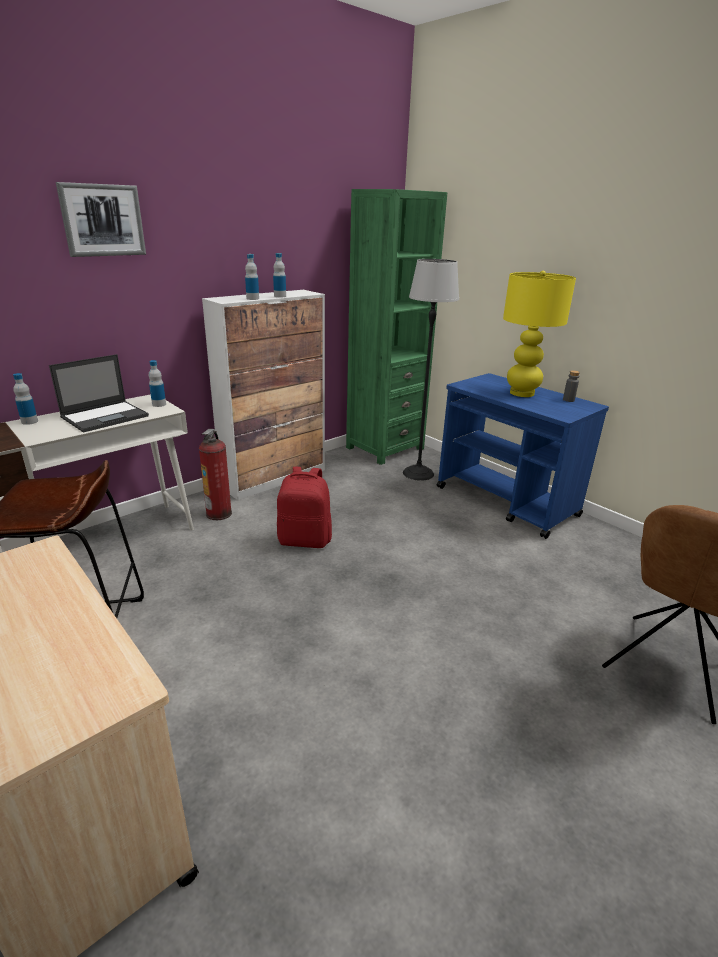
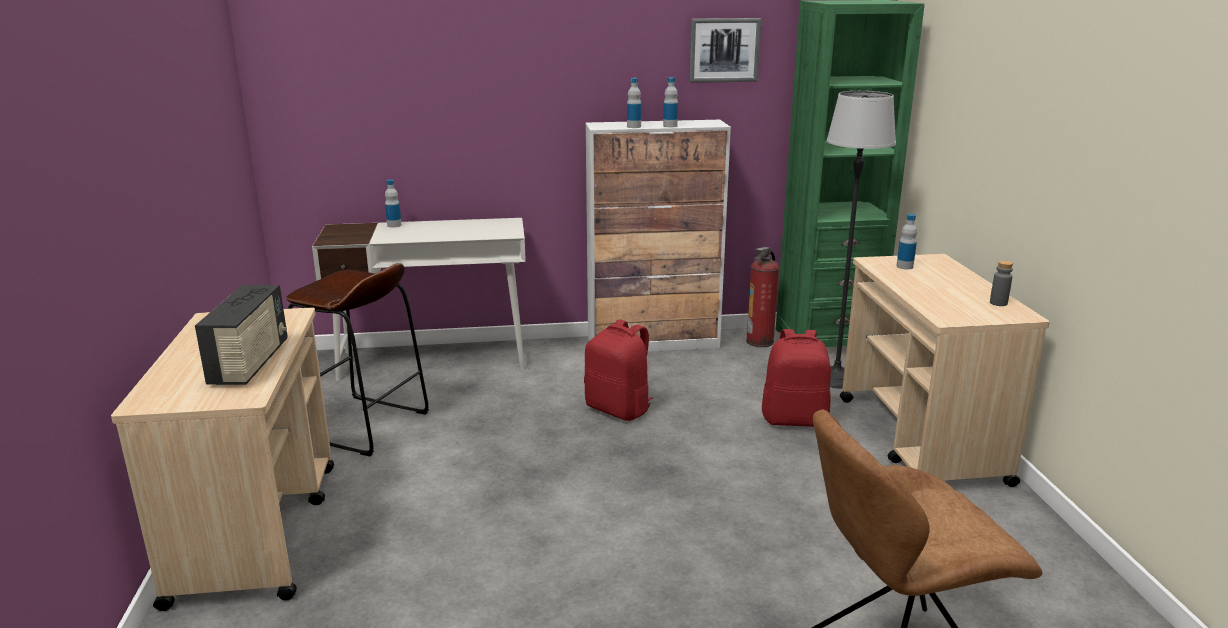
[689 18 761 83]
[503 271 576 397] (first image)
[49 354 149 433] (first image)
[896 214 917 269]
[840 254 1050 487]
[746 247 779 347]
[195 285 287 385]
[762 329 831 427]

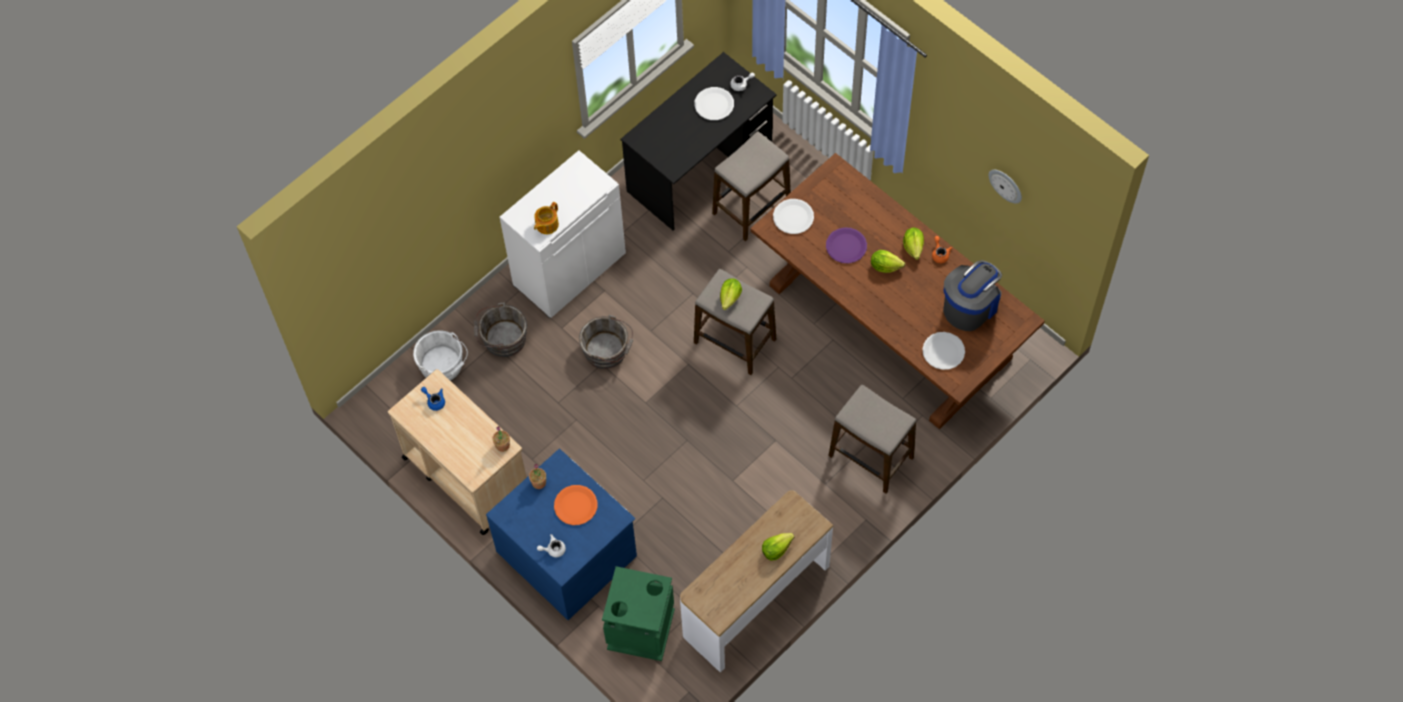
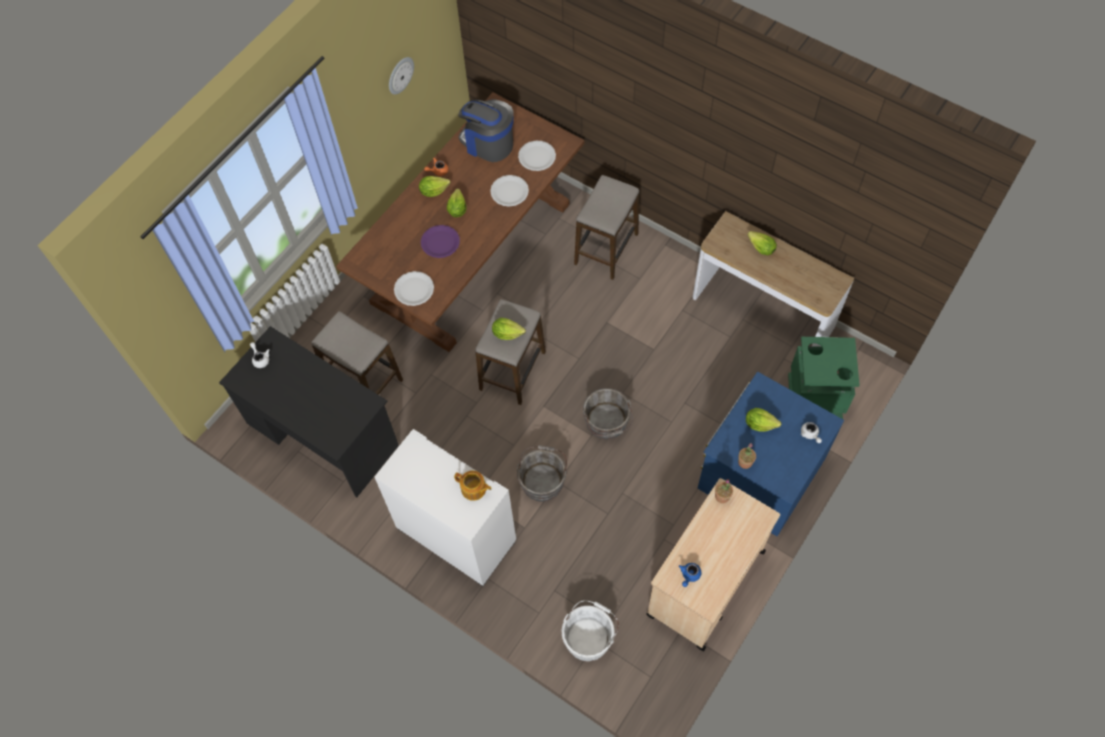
[490 175 529 207]
[583 388 633 439]
[746 408 782 432]

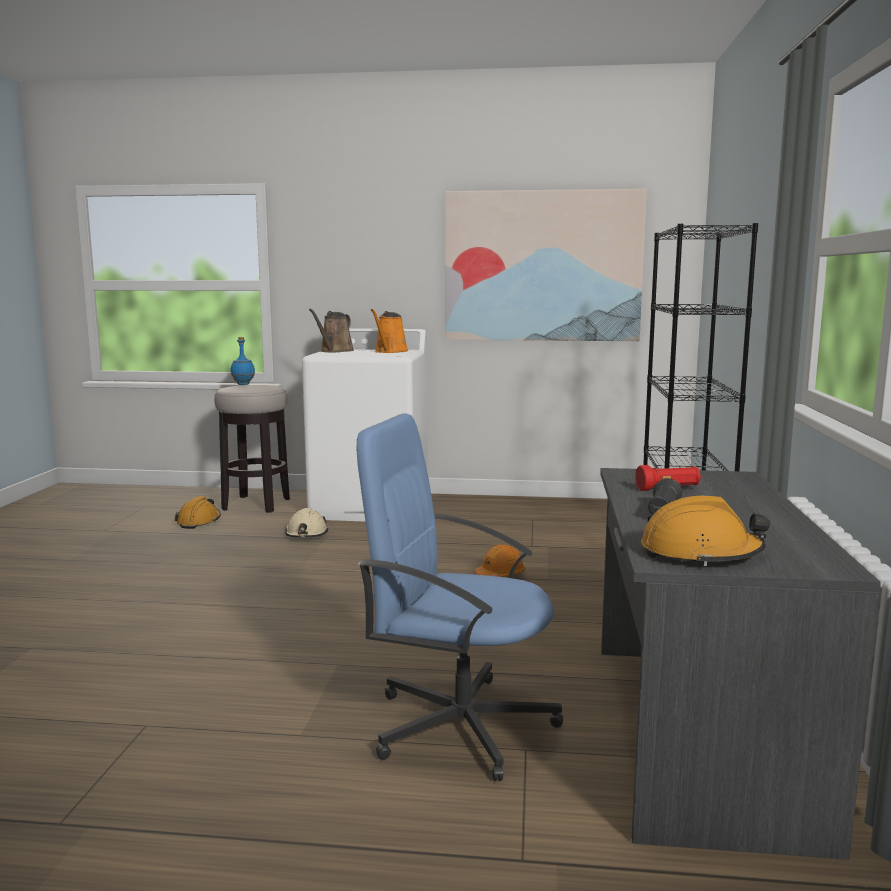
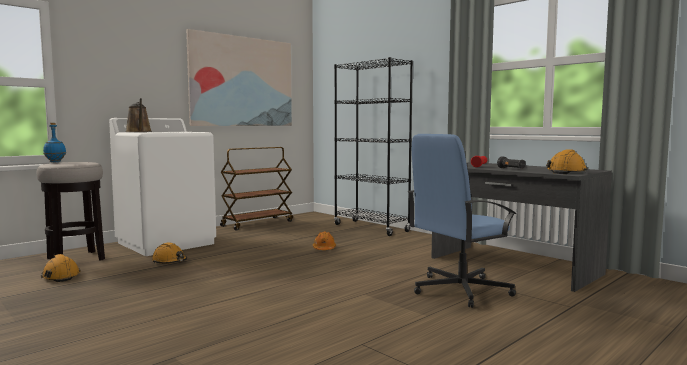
[371 309 408 353] (first image)
[152 242 187 264]
[220 147 293 231]

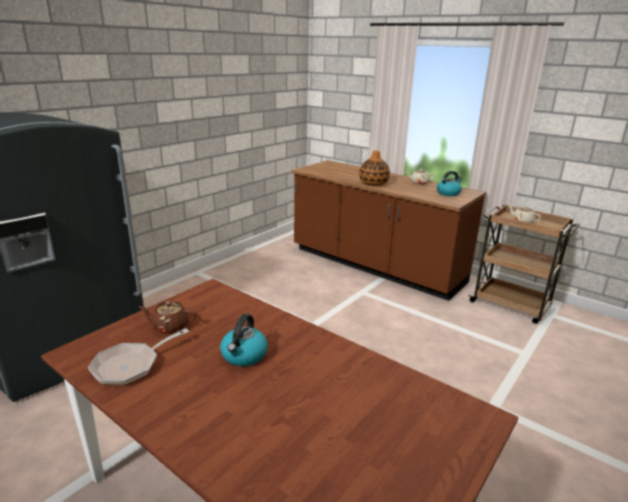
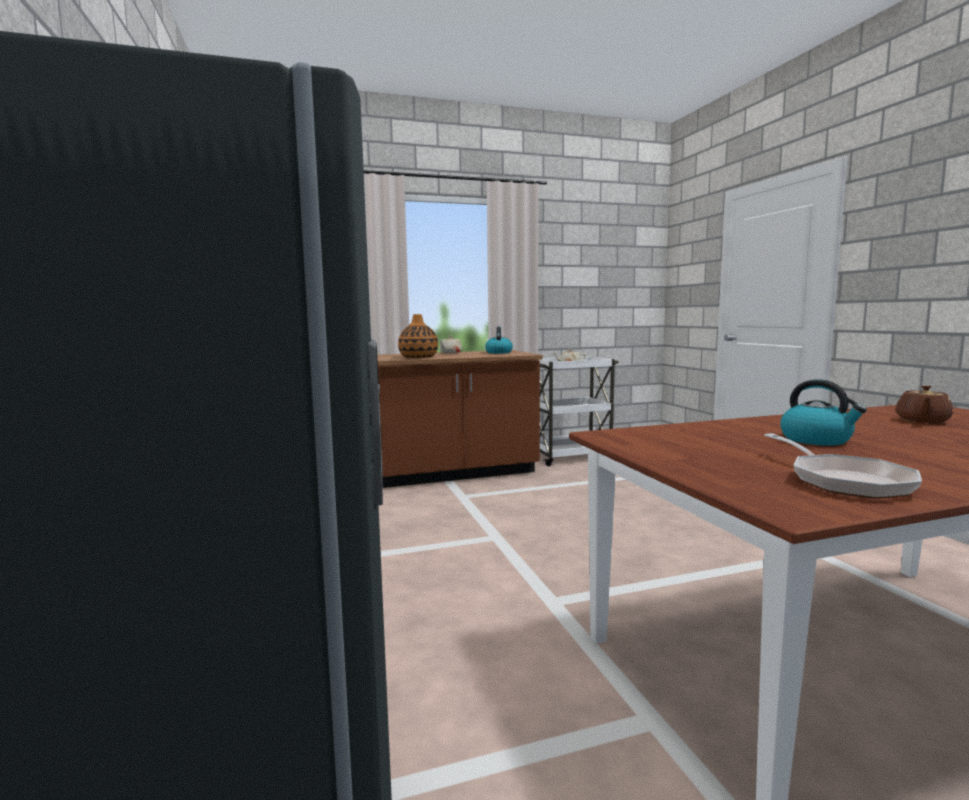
[539 356 619 466]
[895 385 954 423]

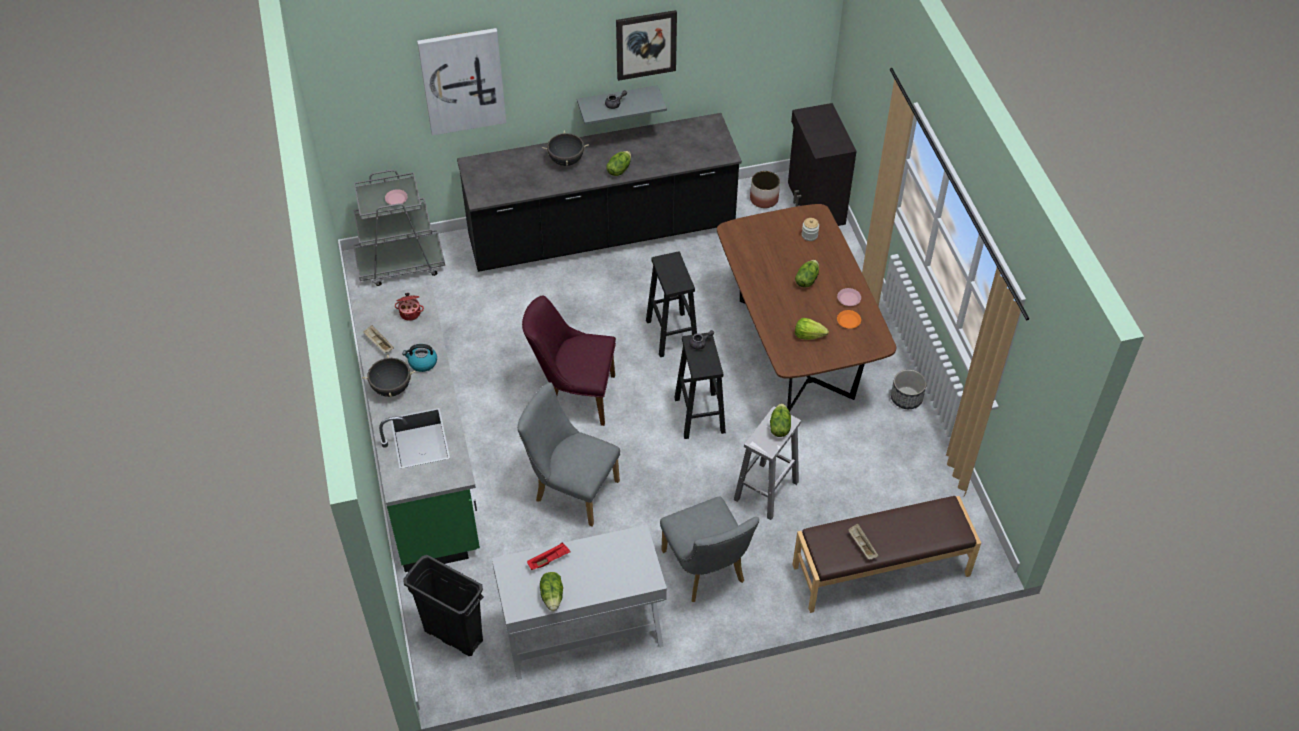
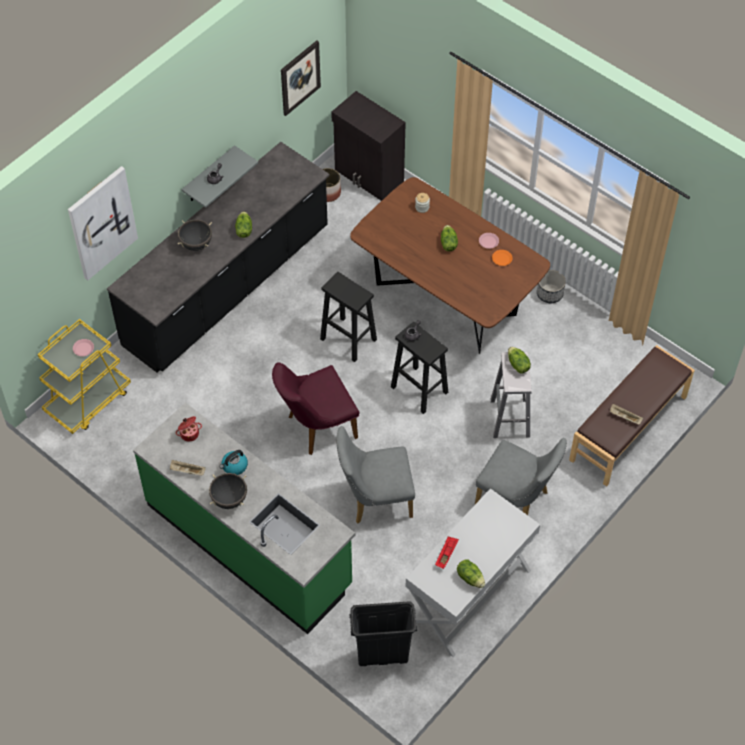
[281 40 321 116]
[38 319 131 434]
[795 318 829 340] (first image)

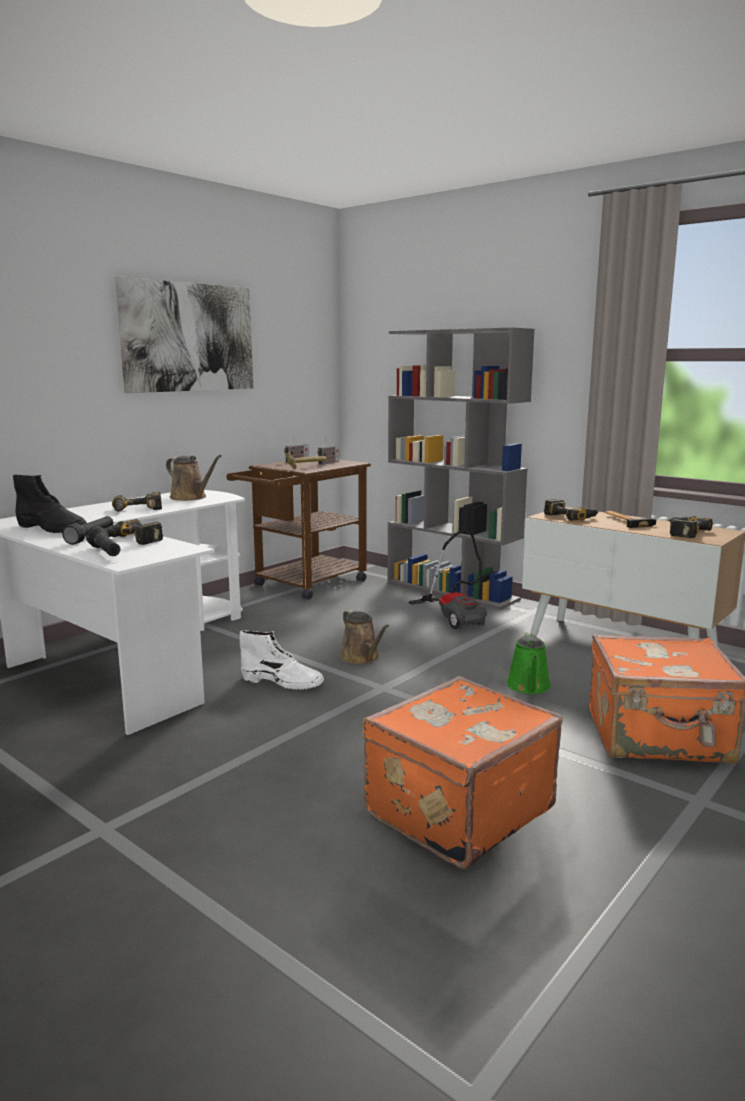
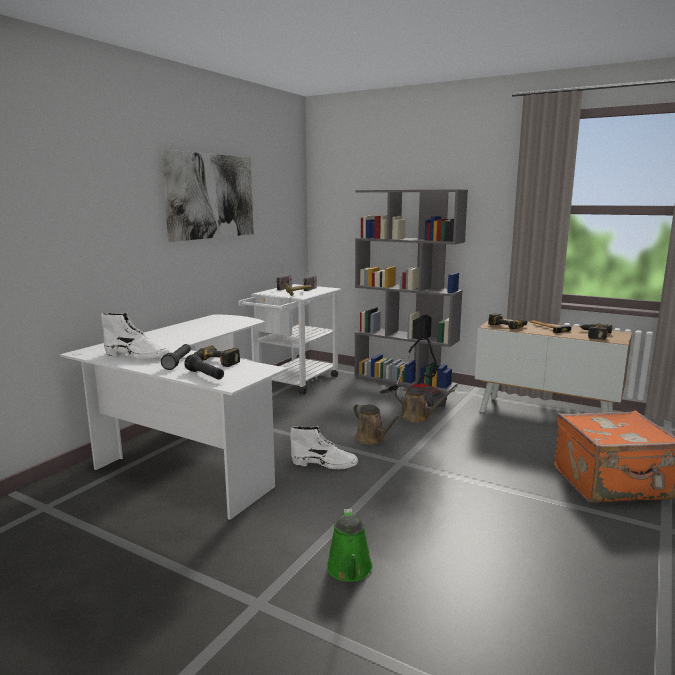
[394 387 455 423]
[238 284 341 394]
[101 313 170 360]
[112 492 162 512] (first image)
[327 509 373 582]
[362 676 563 869] (first image)

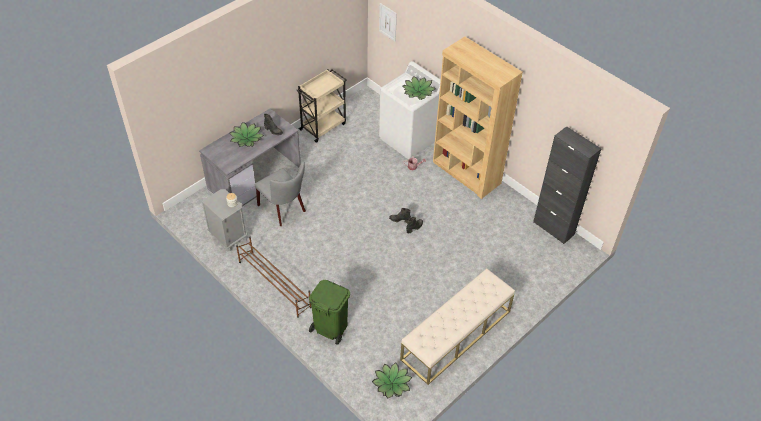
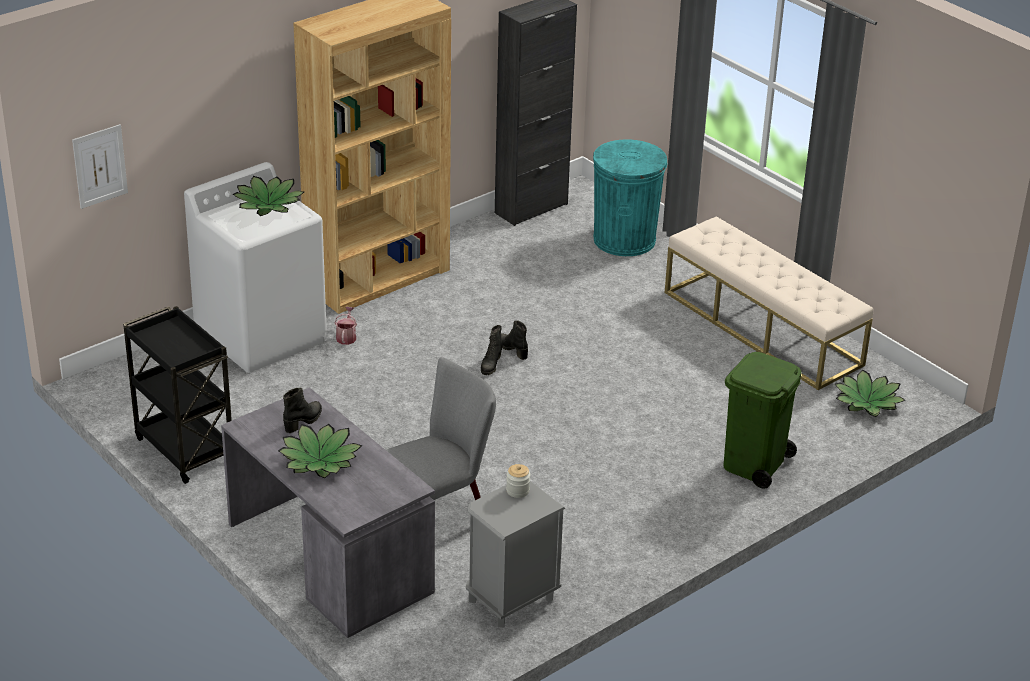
[123 306 232 484]
[236 237 312 318] (first image)
[593 139 667 256]

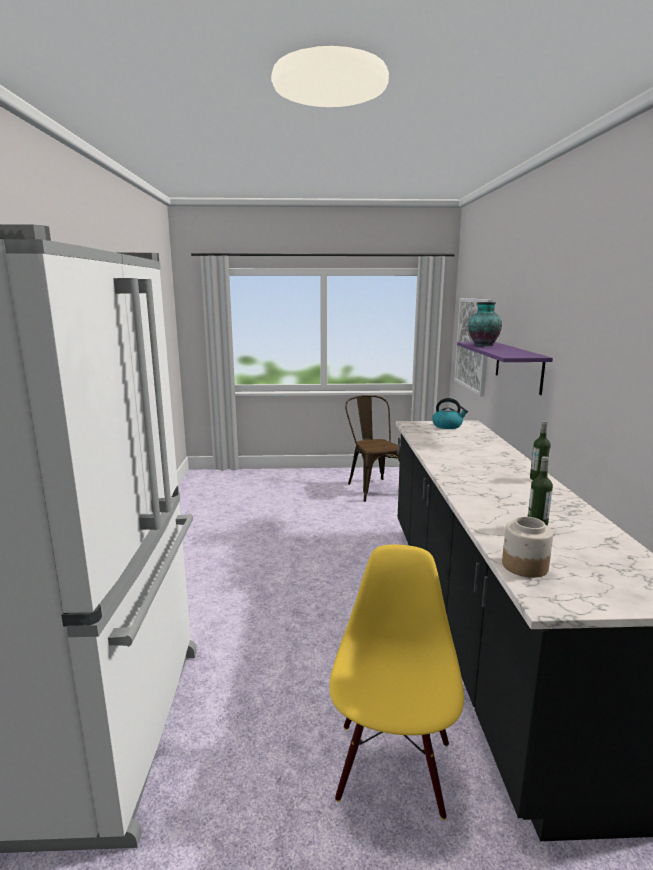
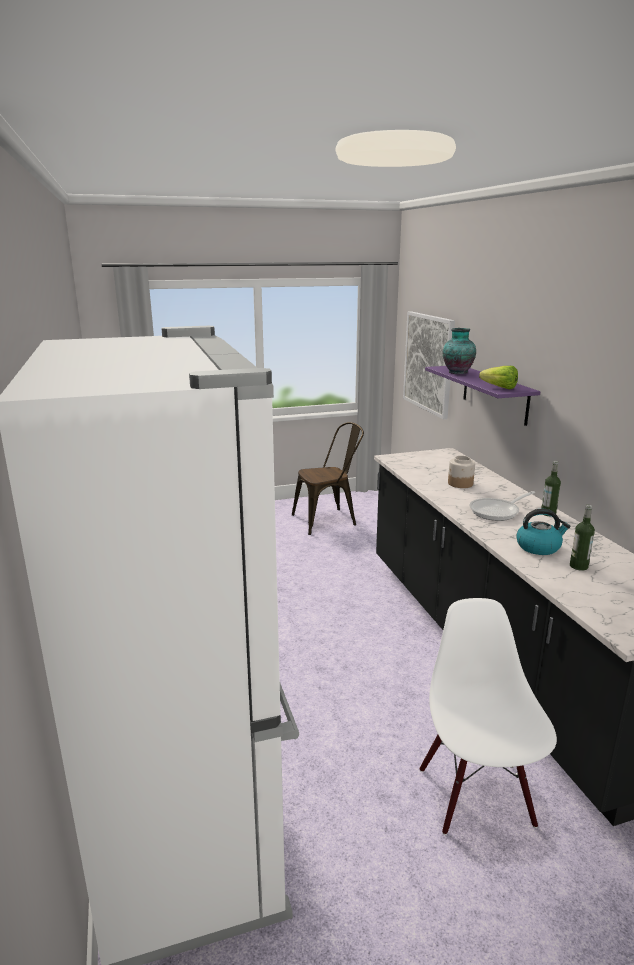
[292 422 364 535]
[516 509 570 555]
[448 456 475 488]
[419 598 557 835]
[479 366 518 389]
[469 491 535 521]

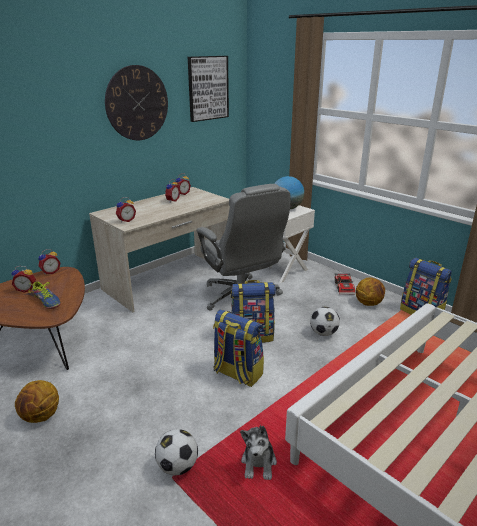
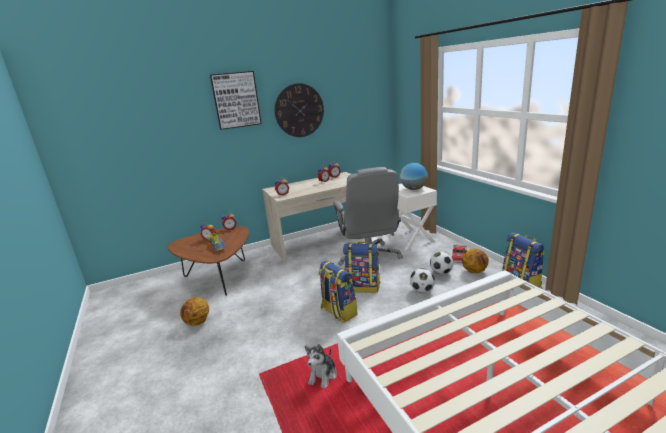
[210 71 262 130]
[430 251 453 274]

